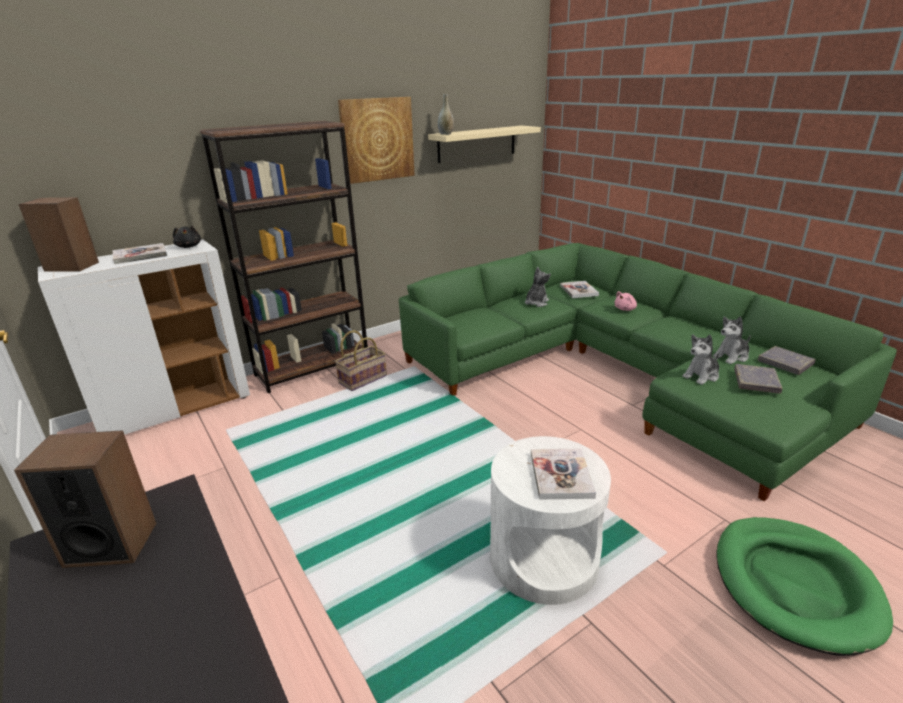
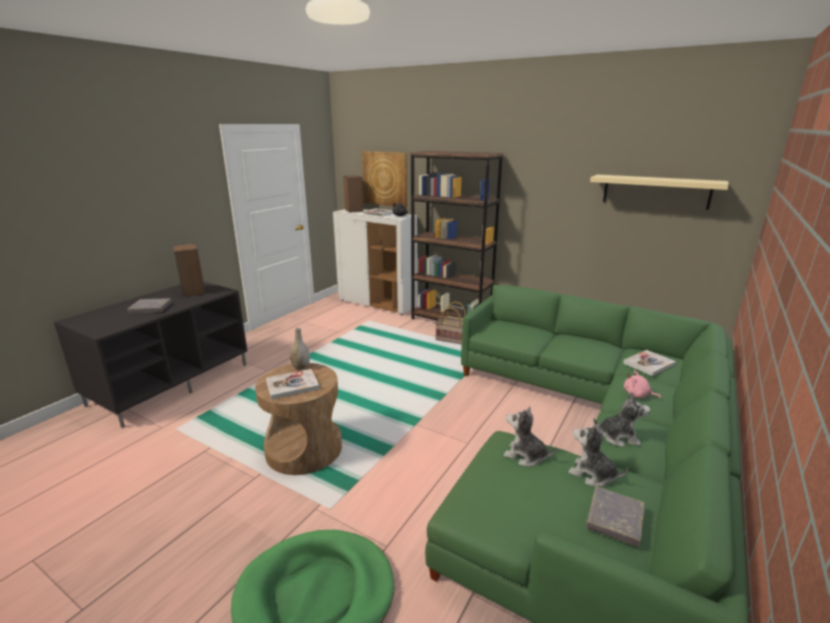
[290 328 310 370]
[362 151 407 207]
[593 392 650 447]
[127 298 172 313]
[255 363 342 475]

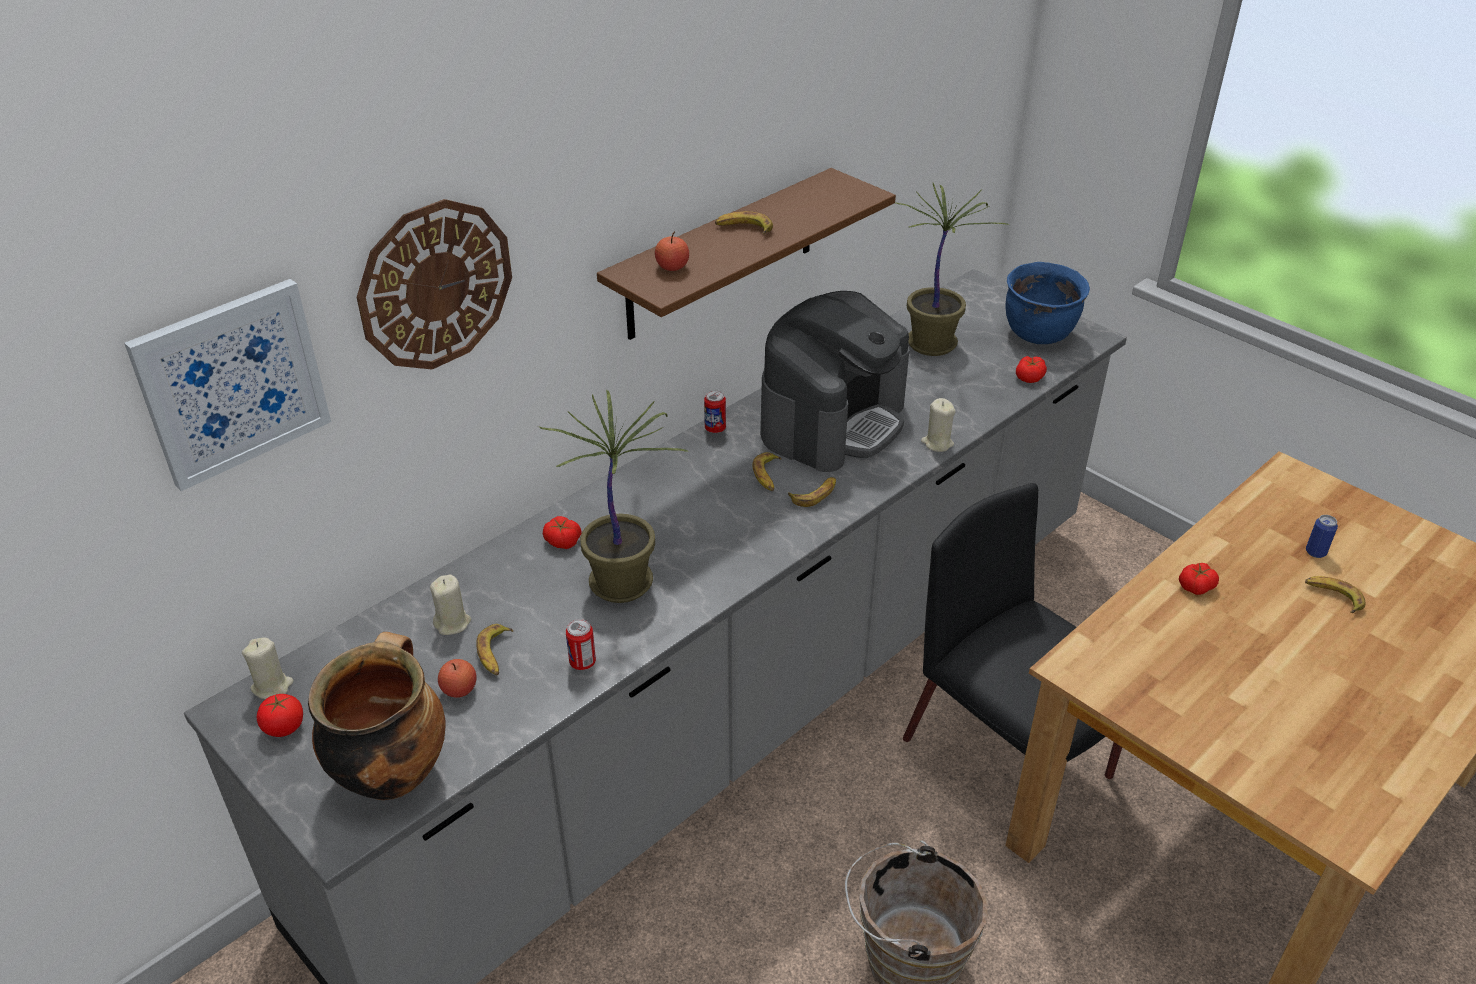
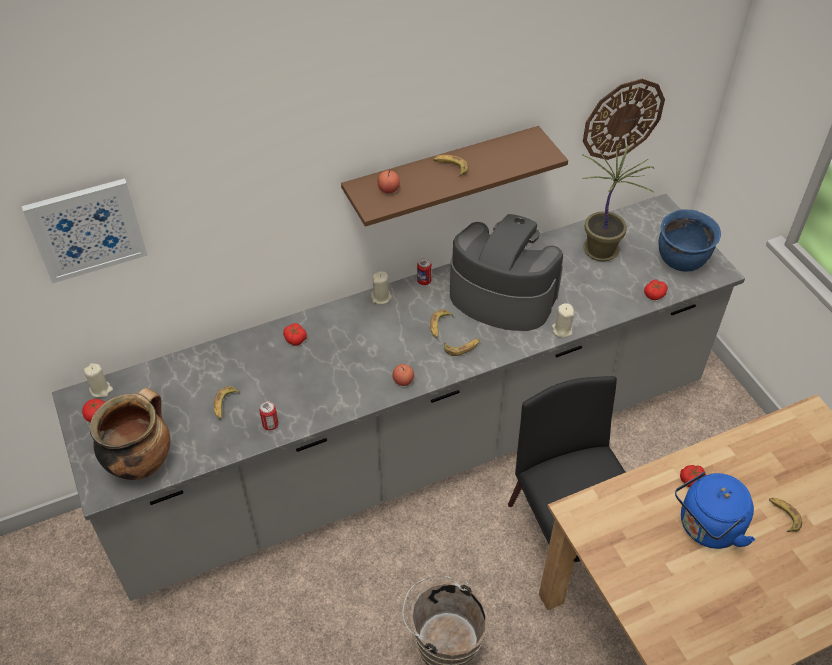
[583 79 665 160]
[450 214 563 331]
[538 390 689 603] (first image)
[1306 515 1338 558] (first image)
[371 271 392 304]
[393 364 414 386]
[675 472 755 549]

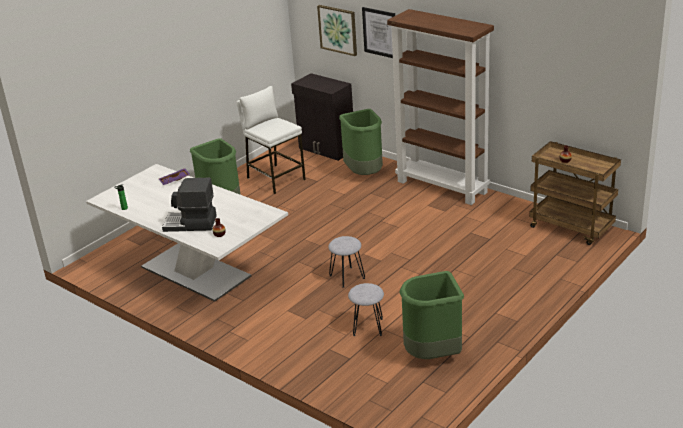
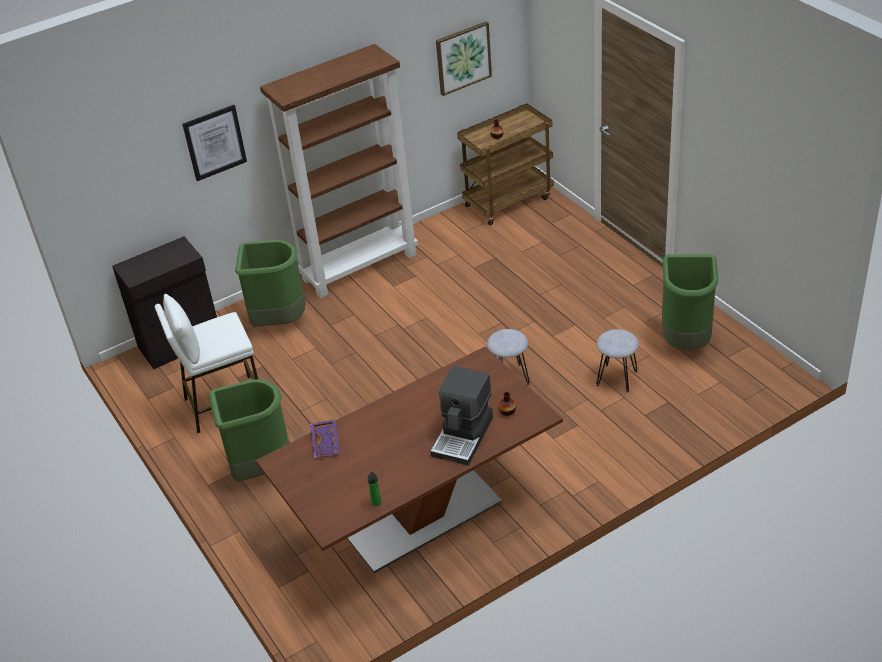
[436 21 492 96]
[256 347 563 573]

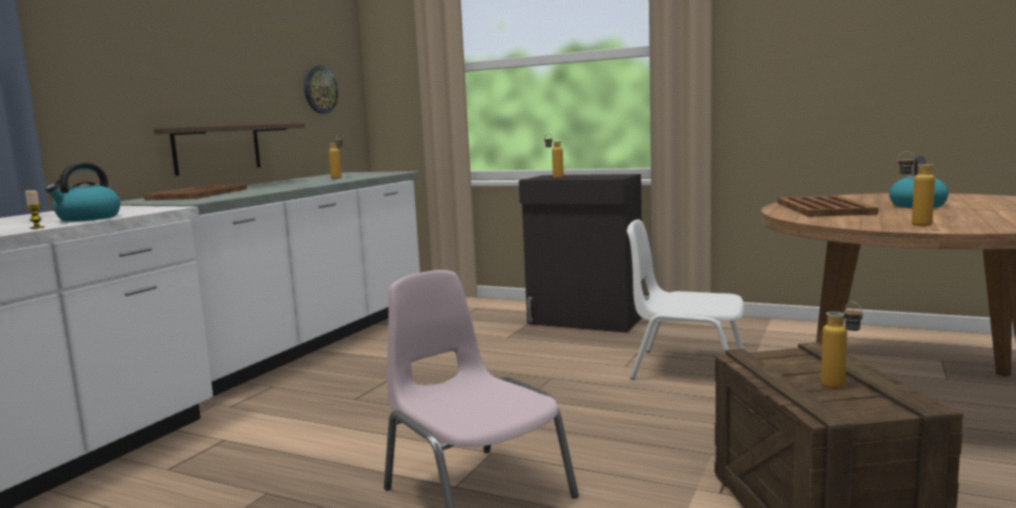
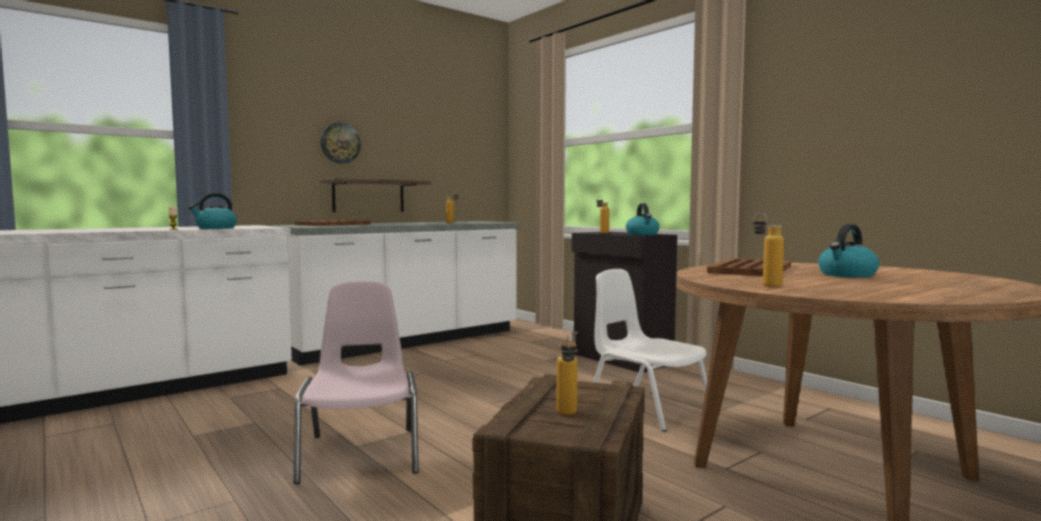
[321 122 361 164]
[626 203 659 235]

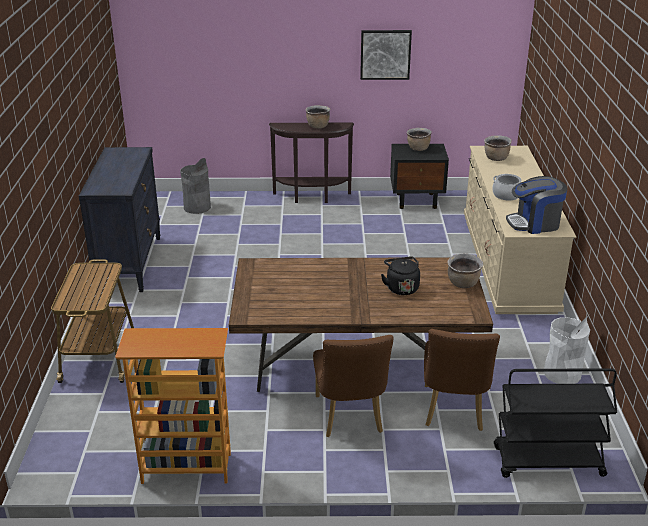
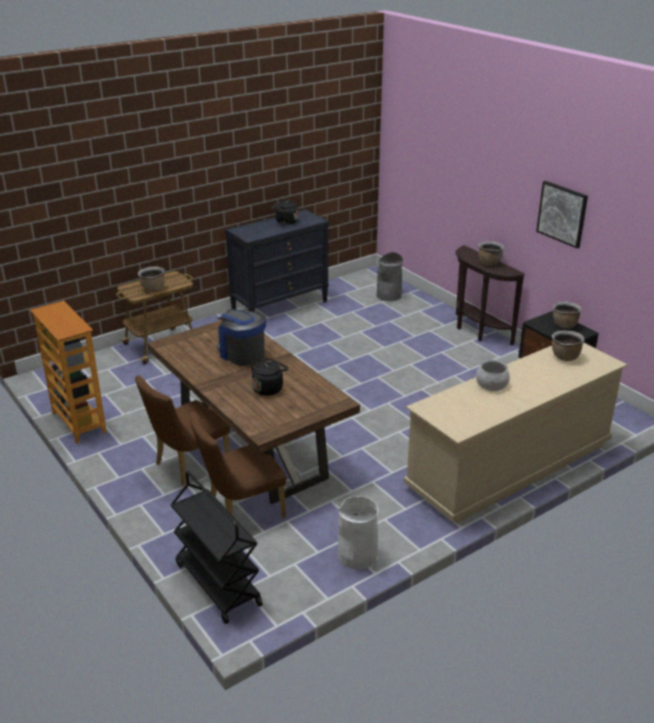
[217 309 266 366]
[138 267 165 292]
[272 199 298 225]

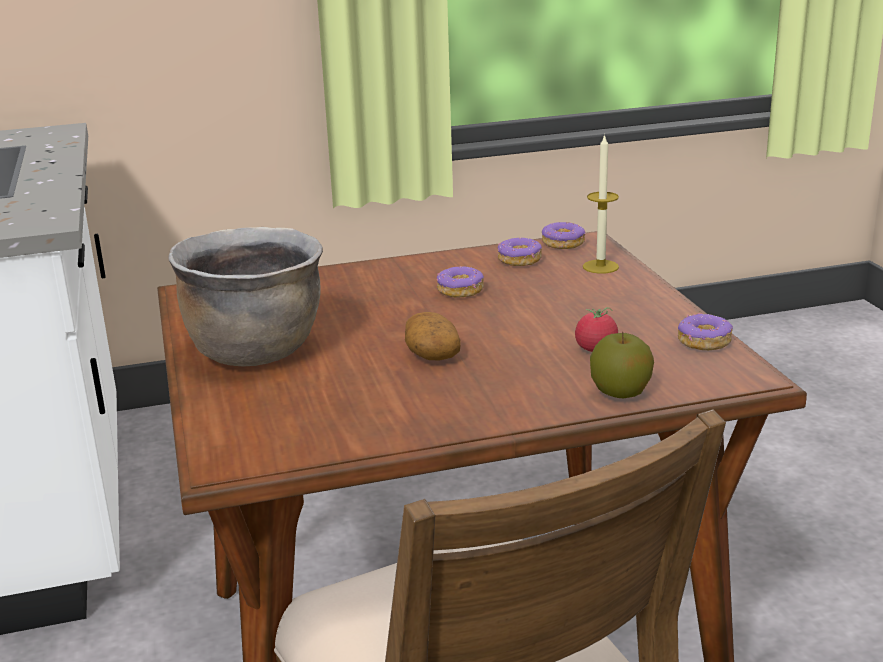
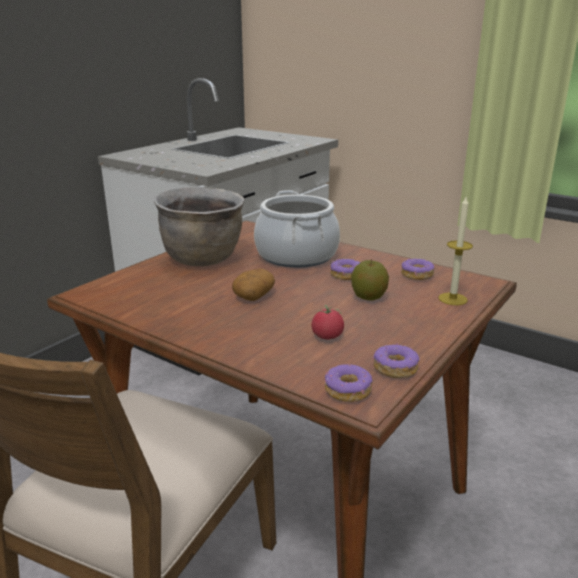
[325 364 372 402]
[351 259 389 300]
[254 190 340 268]

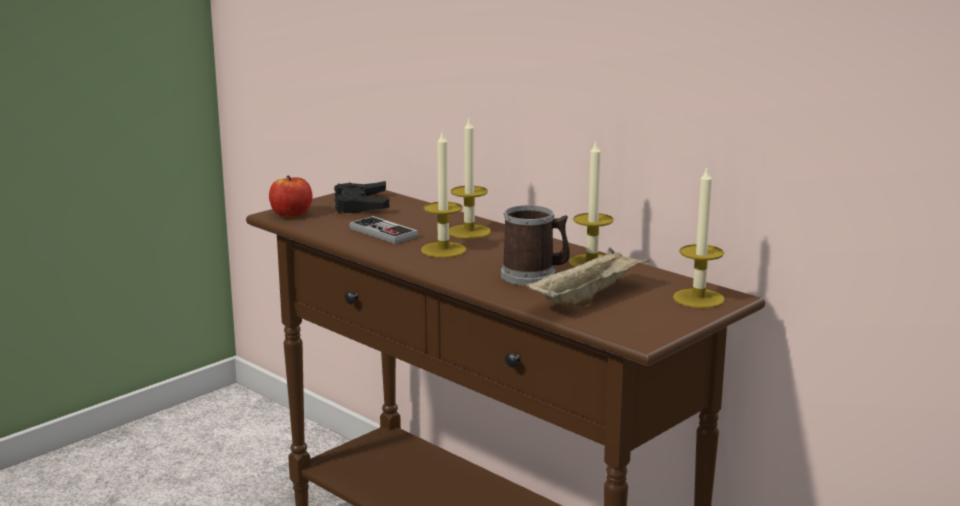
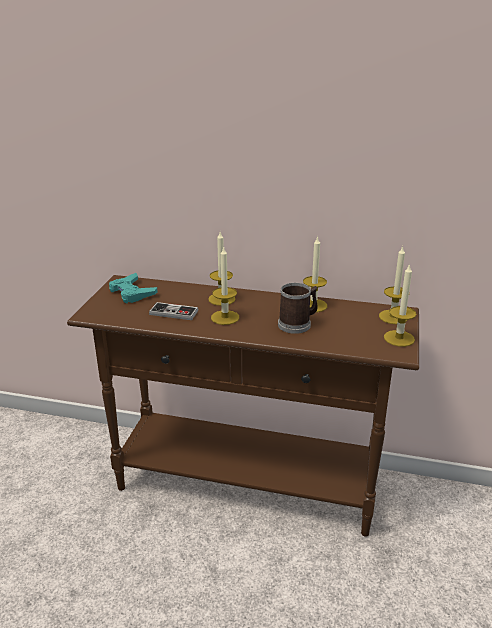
[269 176 312 217] (first image)
[109 273 158 303]
[526 248 650 306] (first image)
[384 264 416 347]

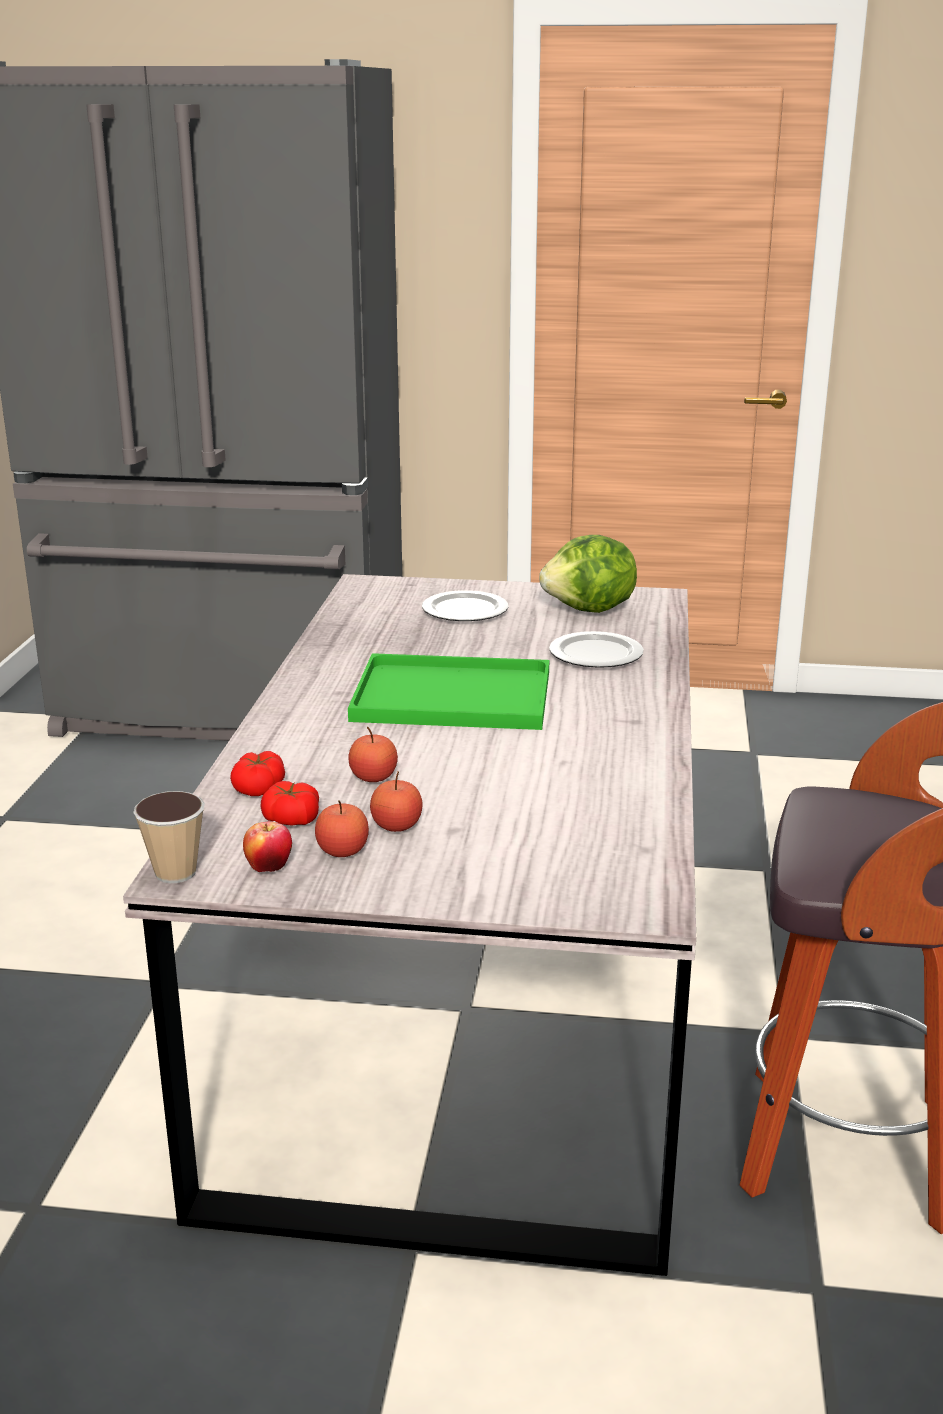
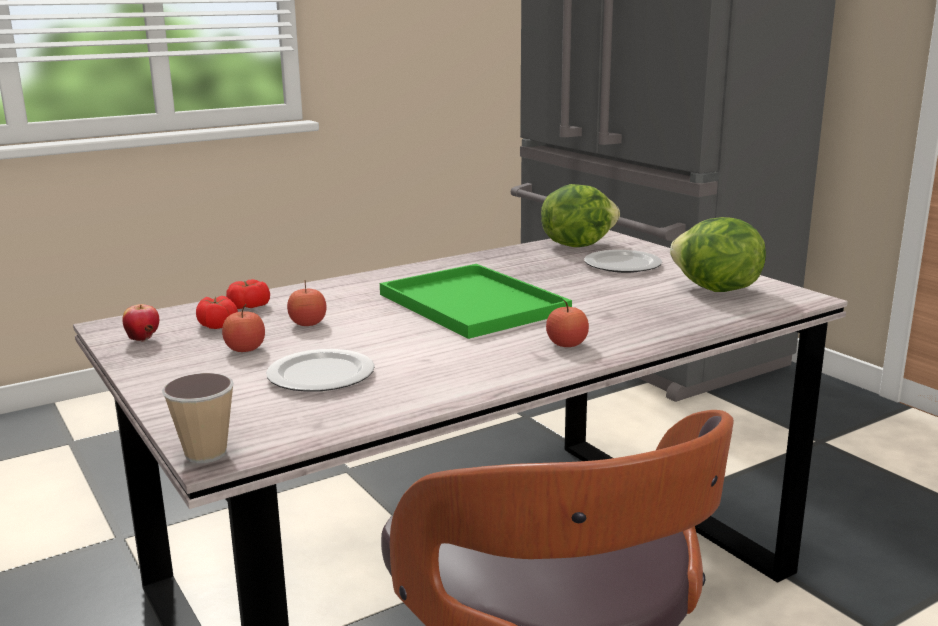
[266 349 375 392]
[162 373 234 463]
[546 300 589 347]
[541 184 620 247]

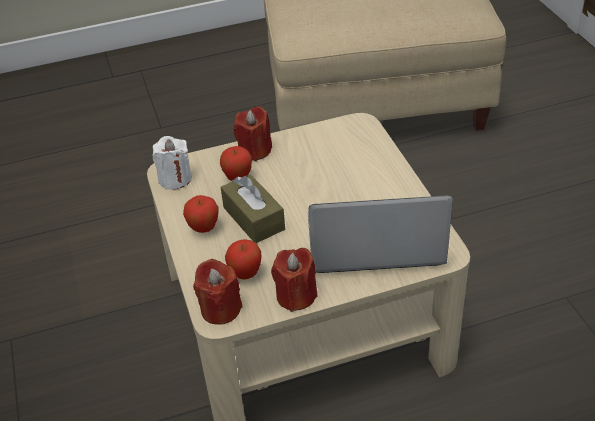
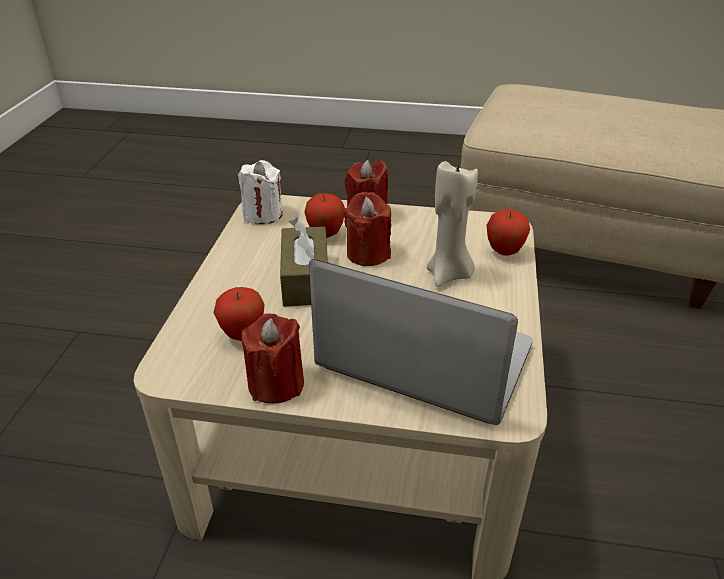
[487 209 530 256]
[344 192 391 266]
[427 160 478 287]

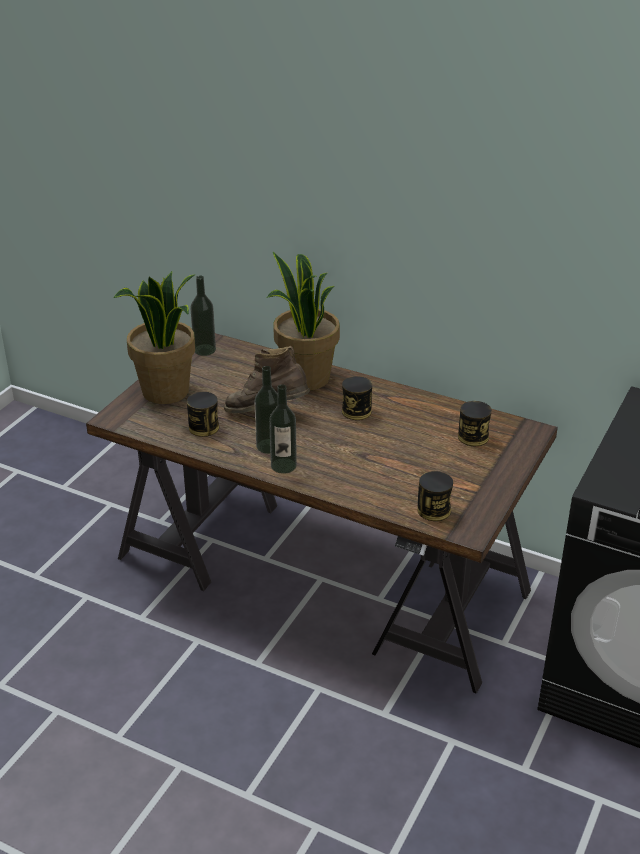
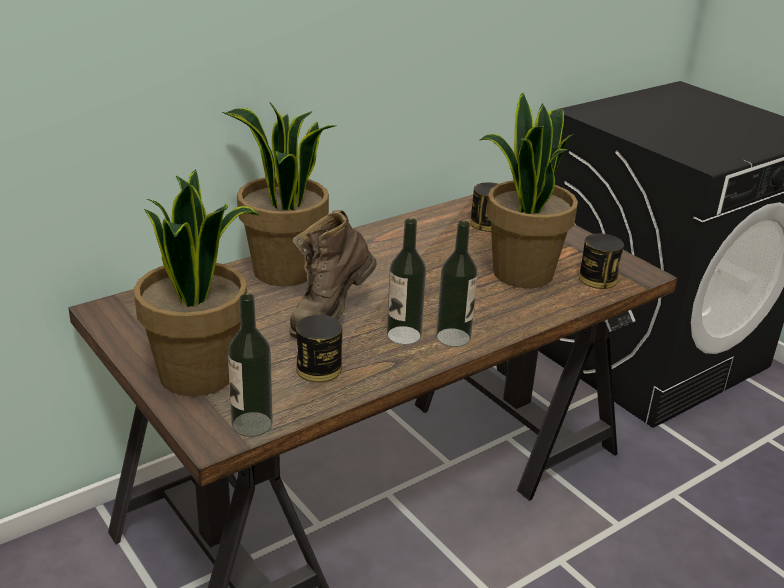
[228 294 273 437]
[342 376 372 420] (first image)
[480 93 578 288]

